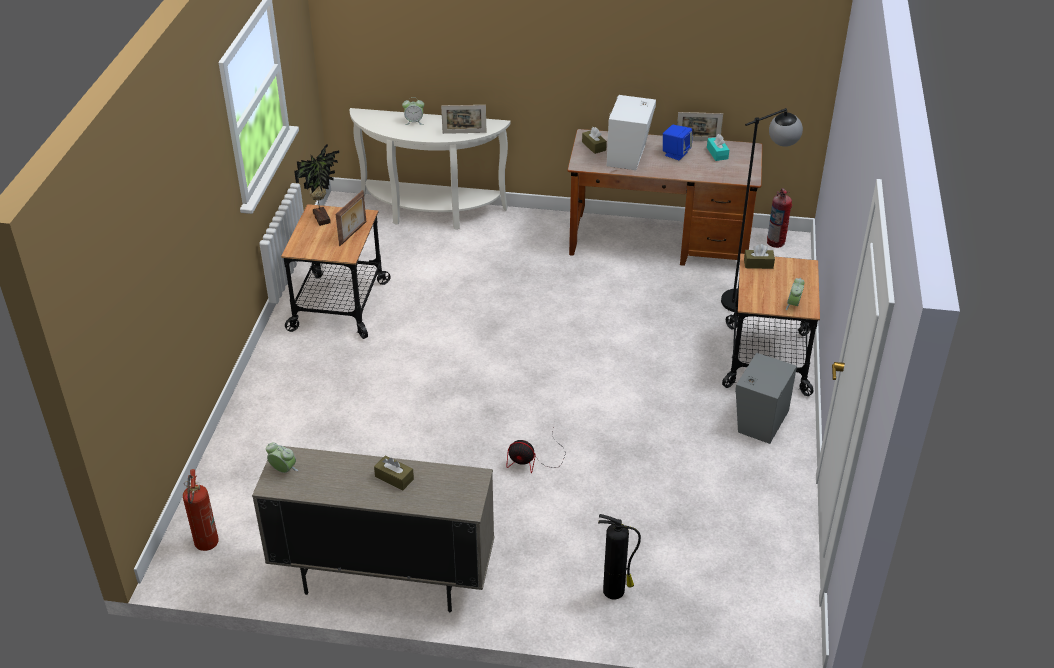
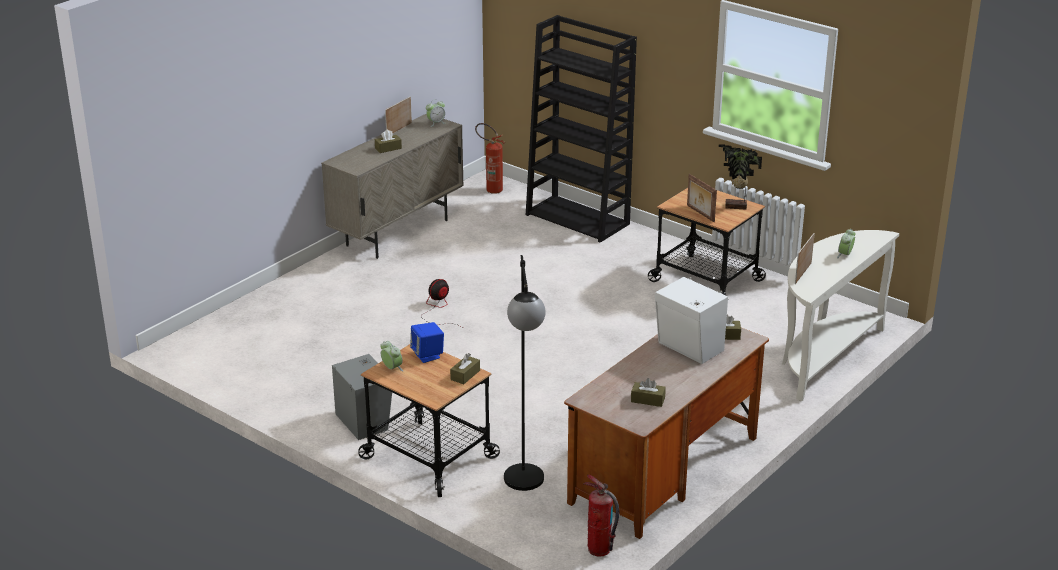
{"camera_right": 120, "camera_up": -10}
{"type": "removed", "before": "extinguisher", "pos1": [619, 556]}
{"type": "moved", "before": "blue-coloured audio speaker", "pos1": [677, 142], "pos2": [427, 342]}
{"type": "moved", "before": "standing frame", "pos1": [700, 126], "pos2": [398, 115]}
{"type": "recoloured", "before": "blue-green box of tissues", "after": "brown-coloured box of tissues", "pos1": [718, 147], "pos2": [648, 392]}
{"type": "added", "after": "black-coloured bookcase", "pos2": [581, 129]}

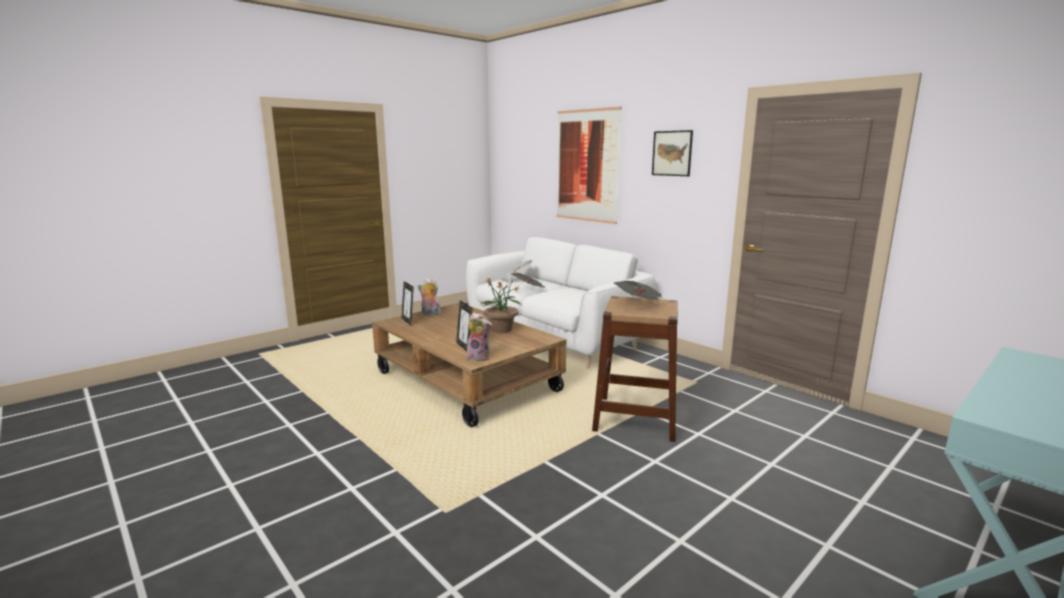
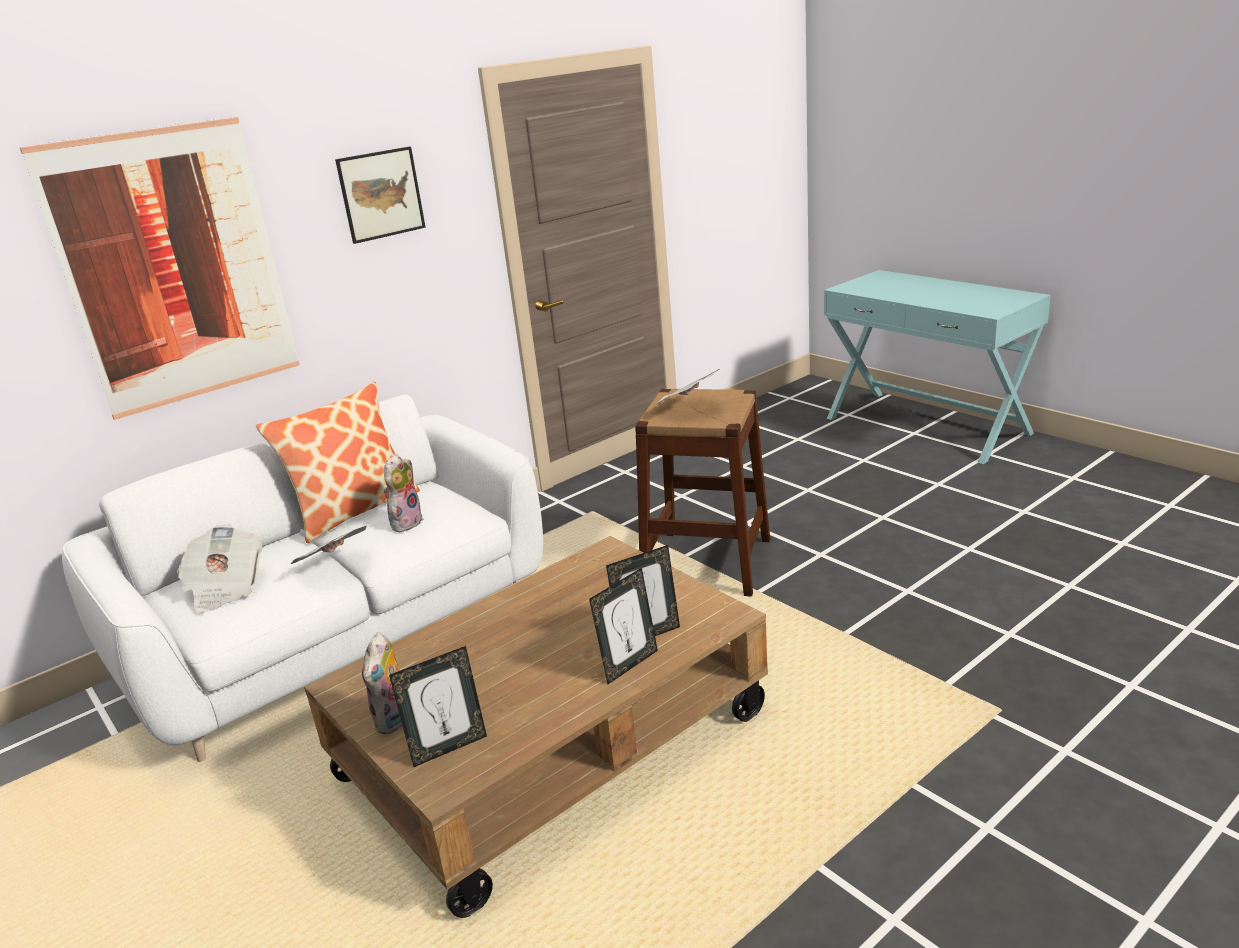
{"camera_right": -85, "camera_up": 10}
{"type": "moved", "before": "plush toy", "pos1": [480, 337], "pos2": [403, 493]}
{"type": "removed", "before": "potted plant", "pos1": [502, 305]}
{"type": "added", "after": "throw pillow", "pos2": [338, 462]}
{"type": "added", "after": "standing frame", "pos2": [623, 626]}

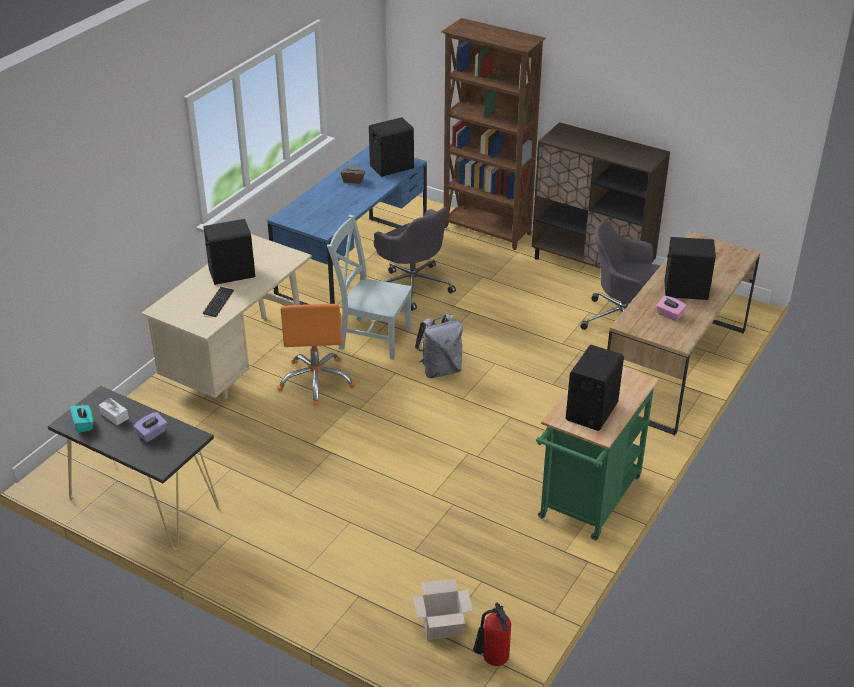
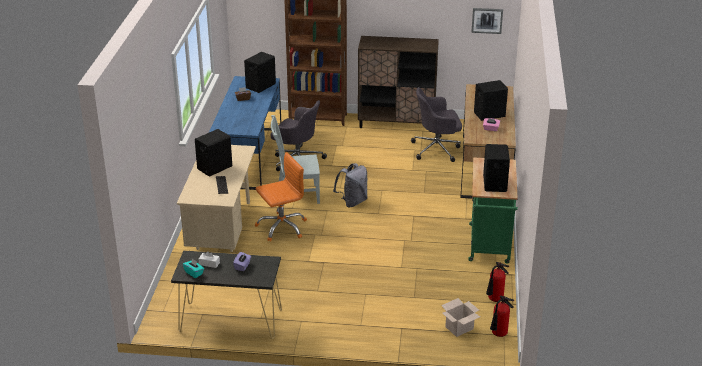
{"camera_right": -25, "camera_up": -5}
{"type": "turned", "before": "orange-coloured office chair", "pos1": [316, 355], "pos2": [281, 197], "turn": -90}
{"type": "added", "after": "picture", "pos2": [487, 21]}
{"type": "added", "after": "extinguisher", "pos2": [497, 282]}

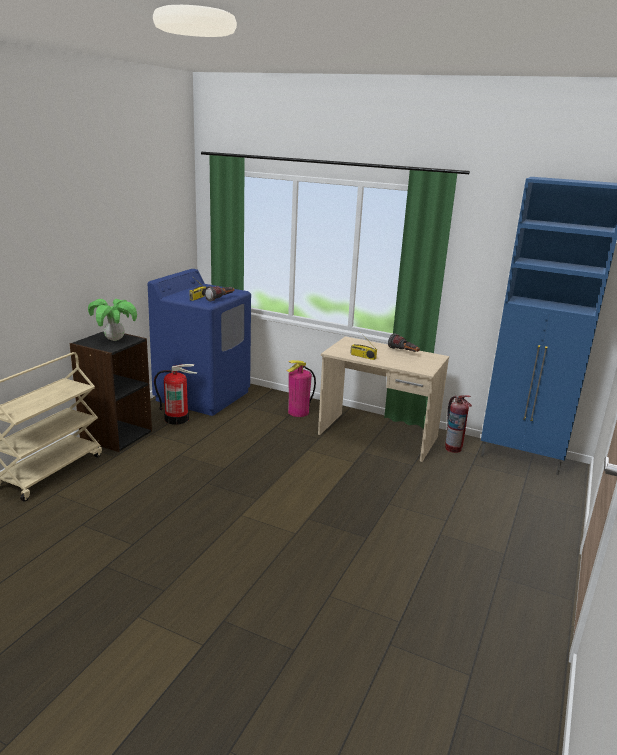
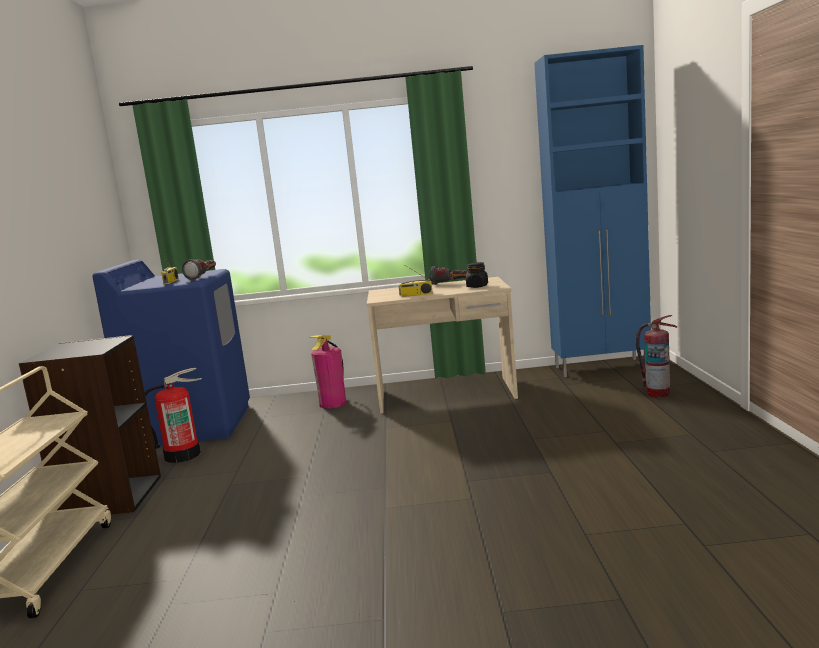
{"camera_right": -25, "camera_up": -10}
{"type": "removed", "before": "potted plant", "pos1": [112, 320]}
{"type": "moved", "before": "extinguisher", "pos1": [458, 424], "pos2": [656, 356]}
{"type": "added", "after": "black-coloured storage jar", "pos2": [477, 275]}

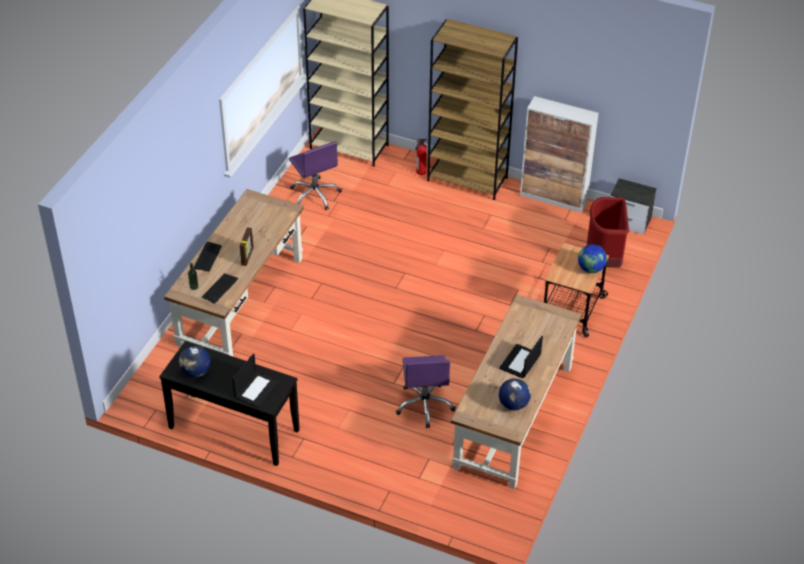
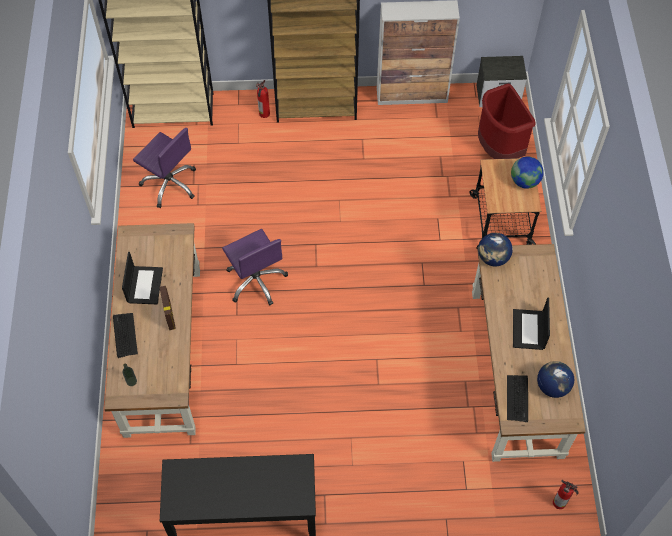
{"camera_right": -25, "camera_up": 15}
{"type": "moved", "before": "world globe", "pos1": [195, 361], "pos2": [495, 250]}
{"type": "moved", "before": "computer keyboard", "pos1": [219, 288], "pos2": [517, 398]}
{"type": "moved", "before": "portable computer", "pos1": [255, 380], "pos2": [142, 278]}
{"type": "moved", "before": "purplish office chair", "pos1": [426, 391], "pos2": [255, 267]}
{"type": "added", "after": "extinguisher", "pos2": [566, 494]}

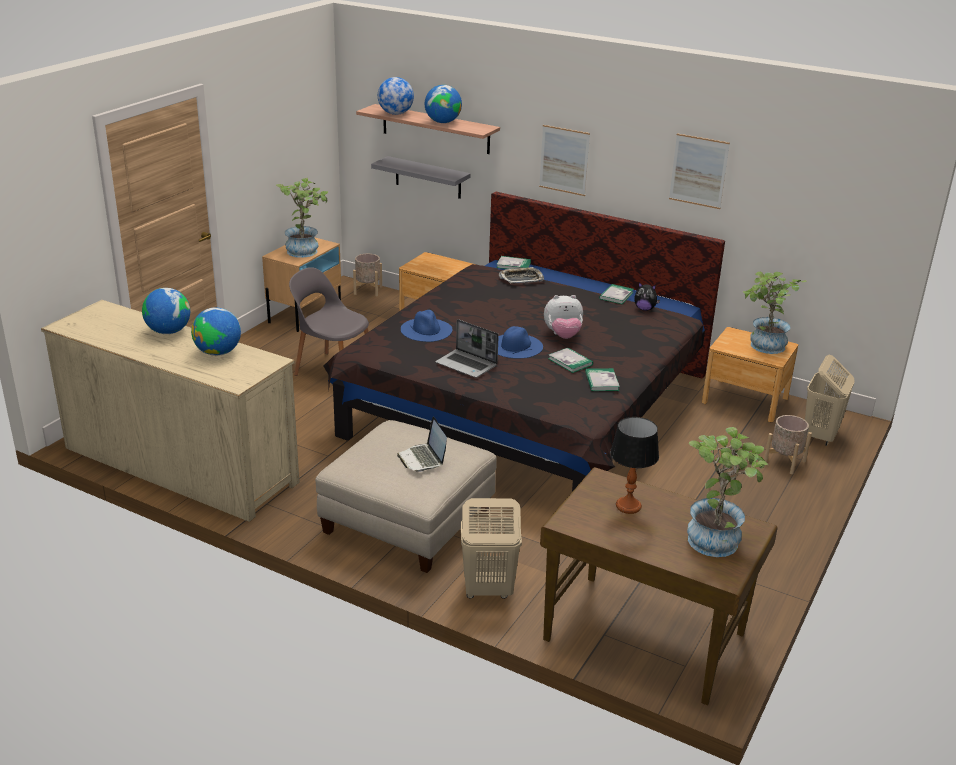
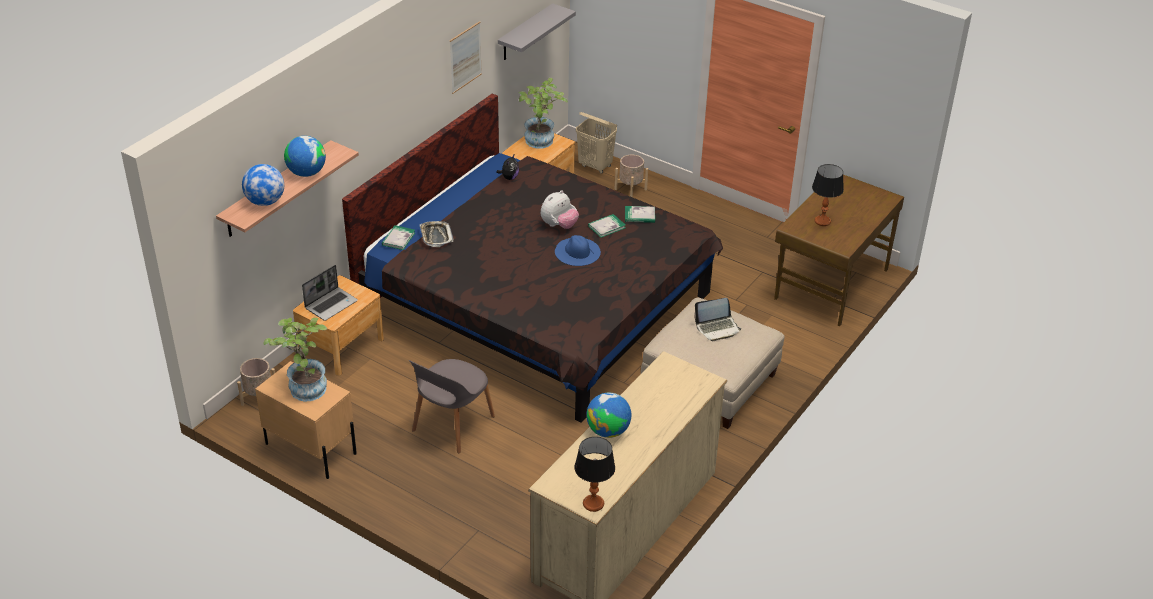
{"camera_right": -85, "camera_up": 10}
{"type": "removed", "before": "world globe", "pos1": [216, 331]}
{"type": "moved", "before": "gray wall shelf", "pos1": [421, 177], "pos2": [537, 31]}
{"type": "removed", "before": "blue-coloured clothing hat", "pos1": [427, 326]}
{"type": "moved", "before": "portable computer", "pos1": [467, 348], "pos2": [330, 293]}
{"type": "removed", "before": "beige laundry basket", "pos1": [491, 548]}
{"type": "removed", "before": "picture", "pos1": [564, 160]}
{"type": "turned", "before": "plush toy", "pos1": [563, 317], "pos2": [560, 209], "turn": 45}
{"type": "removed", "before": "volume", "pos1": [616, 294]}
{"type": "removed", "before": "potted plant", "pos1": [727, 492]}
{"type": "added", "after": "tabletop lamp", "pos2": [594, 474]}

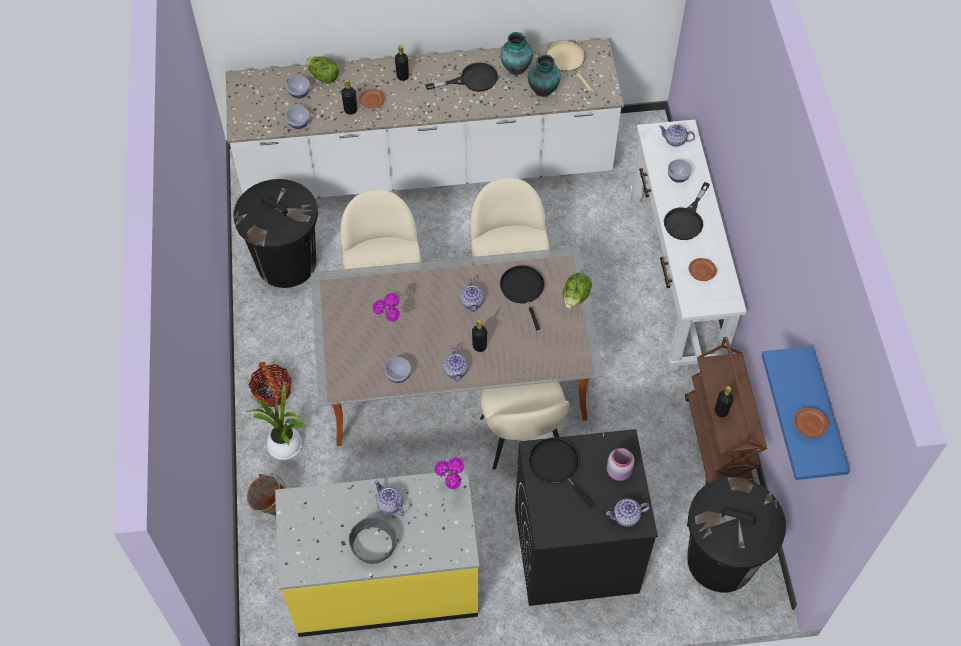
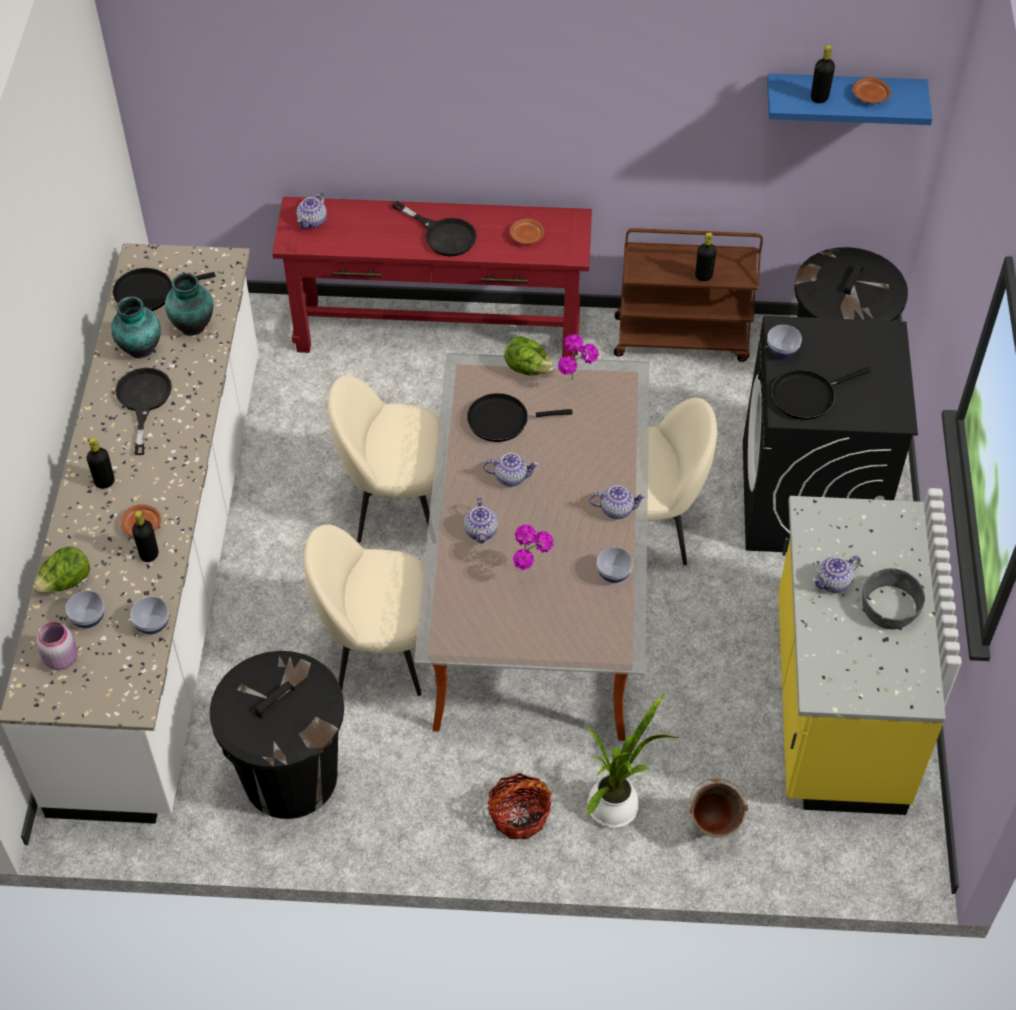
{"camera_right": -80, "camera_up": -5}
{"type": "moved", "before": "potted plant", "pos1": [449, 473], "pos2": [578, 357]}
{"type": "moved", "before": "black-coloured bottle", "pos1": [479, 336], "pos2": [823, 74]}
{"type": "recoloured", "before": "beige skillet", "after": "black-coloured skillet", "pos1": [568, 66], "pos2": [163, 289]}
{"type": "moved", "before": "teapot", "pos1": [628, 512], "pos2": [481, 520]}
{"type": "moved", "before": "pink storage jar", "pos1": [621, 464], "pos2": [57, 646]}
{"type": "recoloured", "before": "white hall table", "after": "reddish hall table", "pos1": [688, 245], "pos2": [432, 277]}
{"type": "moved", "before": "bowl", "pos1": [680, 171], "pos2": [784, 341]}

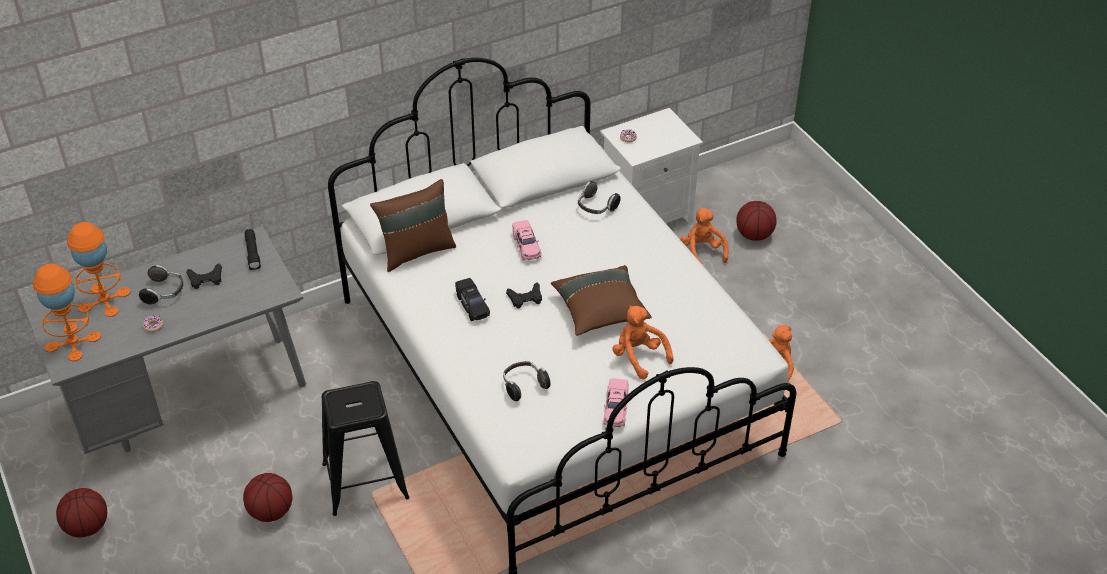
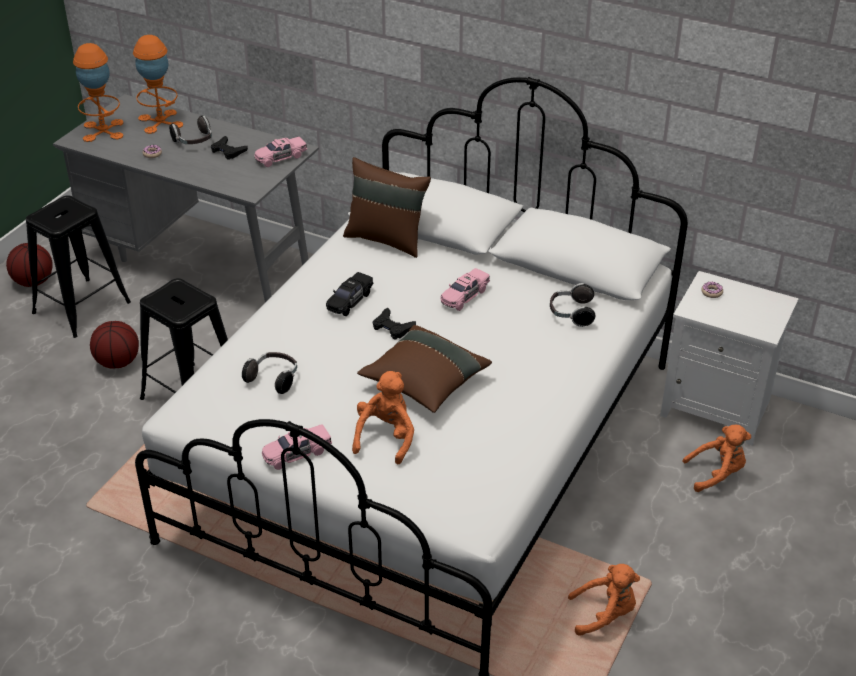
{"camera_right": 55, "camera_up": -5}
{"type": "replaced", "before": "black-coloured hand torch", "after": "pink miniature car", "pos1": [253, 249], "pos2": [281, 152]}
{"type": "turned", "before": "orange-coloured plush toy", "pos1": [704, 236], "pos2": [716, 458], "turn": 45}
{"type": "removed", "before": "basketball", "pos1": [756, 221]}
{"type": "added", "after": "black-coloured stool seat", "pos2": [78, 266]}

